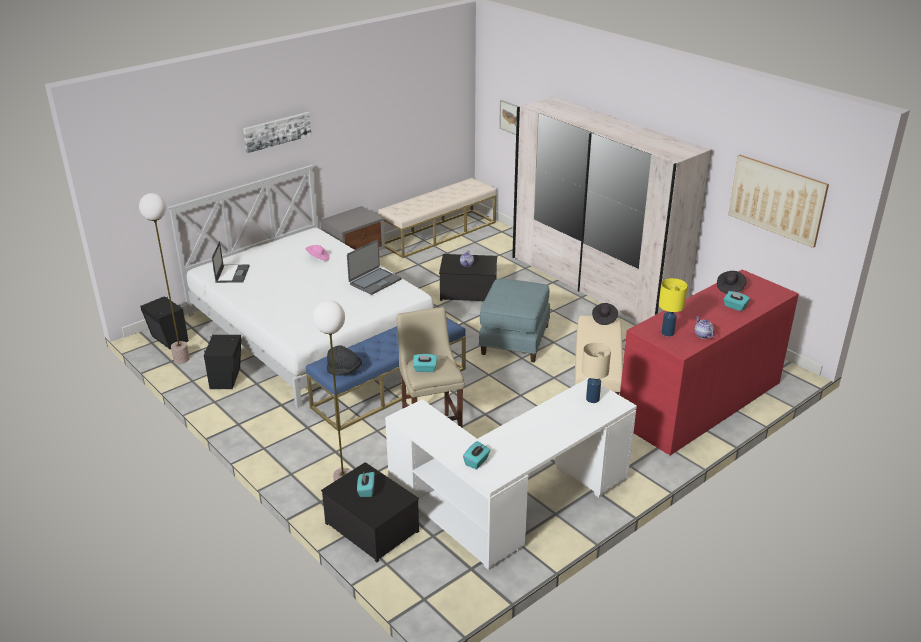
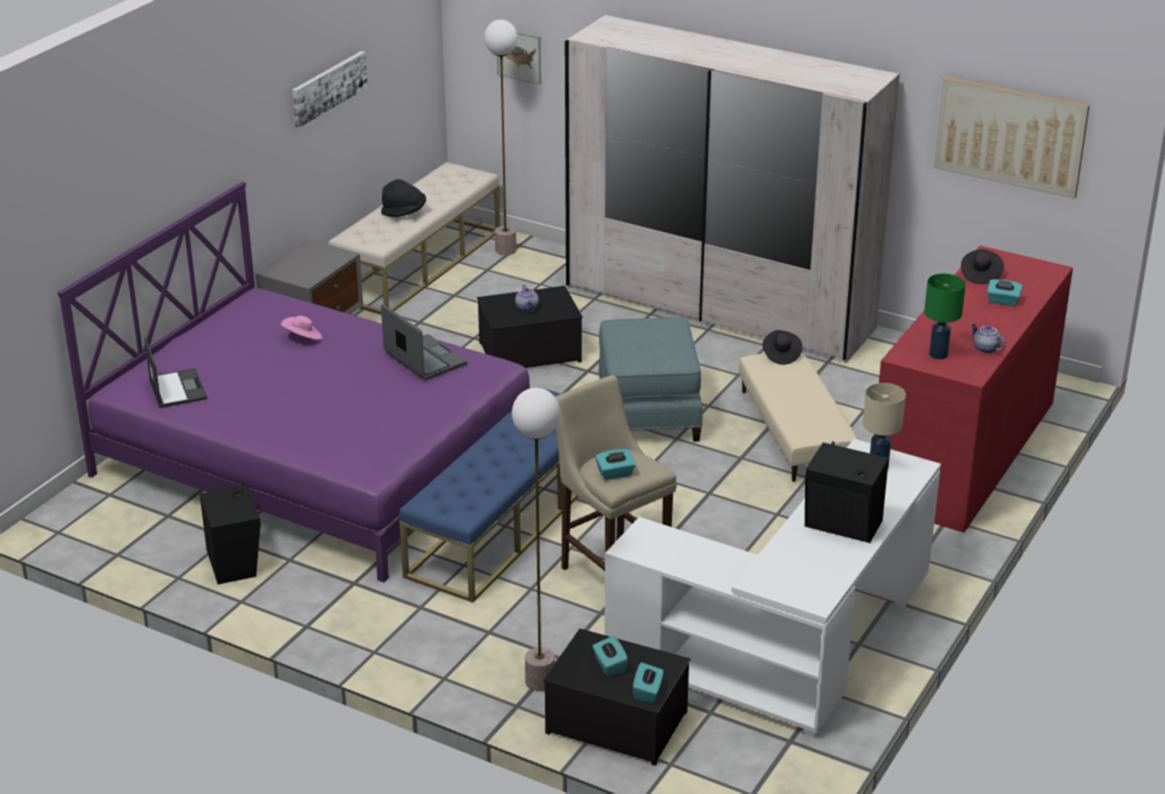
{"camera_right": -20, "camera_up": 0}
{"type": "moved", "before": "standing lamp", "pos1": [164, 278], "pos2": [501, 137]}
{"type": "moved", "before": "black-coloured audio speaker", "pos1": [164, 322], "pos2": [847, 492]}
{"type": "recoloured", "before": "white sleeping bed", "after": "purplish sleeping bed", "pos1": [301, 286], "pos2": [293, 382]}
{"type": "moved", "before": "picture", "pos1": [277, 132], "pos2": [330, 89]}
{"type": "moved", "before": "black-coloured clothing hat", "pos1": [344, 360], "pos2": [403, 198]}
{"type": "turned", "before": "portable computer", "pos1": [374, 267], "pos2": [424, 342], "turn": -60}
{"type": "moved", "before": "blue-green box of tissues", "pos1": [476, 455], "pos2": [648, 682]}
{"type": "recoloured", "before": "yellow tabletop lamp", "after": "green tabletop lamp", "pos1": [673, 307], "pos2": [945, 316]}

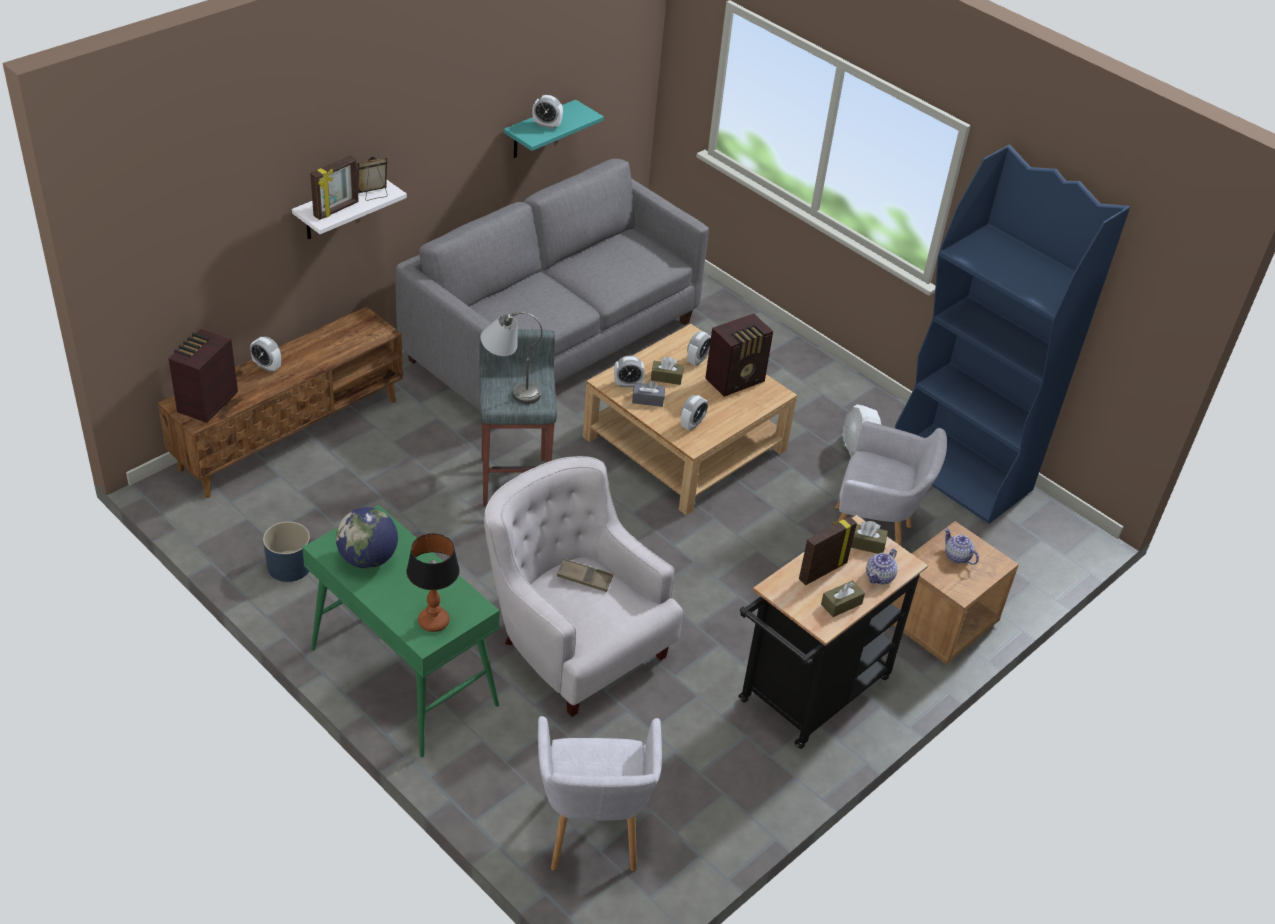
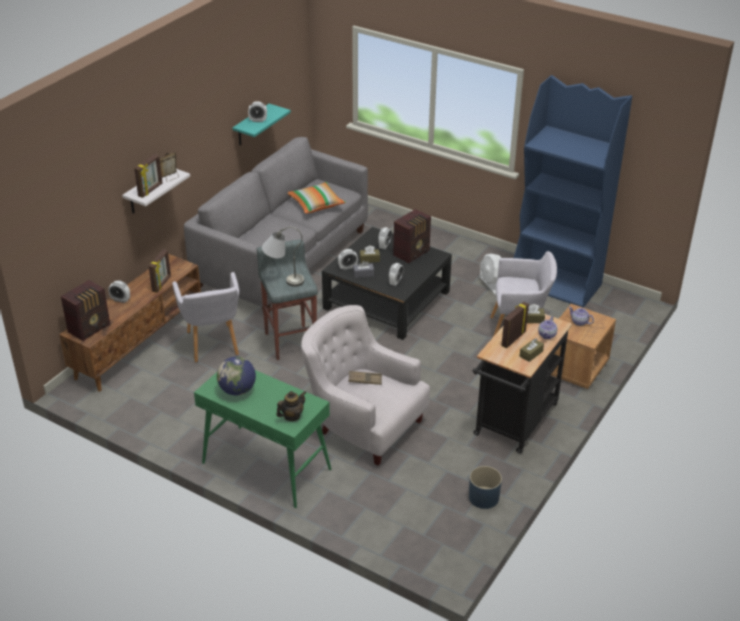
{"camera_right": -10, "camera_up": -5}
{"type": "turned", "before": "radio set", "pos1": [203, 375], "pos2": [85, 310], "turn": -150}
{"type": "moved", "before": "blue-coloured flower pot", "pos1": [286, 552], "pos2": [485, 487]}
{"type": "replaced", "before": "tabletop lamp", "after": "teapot", "pos1": [433, 582], "pos2": [291, 406]}
{"type": "moved", "before": "gray easy chair", "pos1": [600, 793], "pos2": [205, 317]}
{"type": "recoloured", "before": "beige low table", "after": "black-coloured low table", "pos1": [690, 419], "pos2": [387, 283]}
{"type": "added", "after": "standing frame", "pos2": [160, 271]}
{"type": "added", "after": "throw pillow", "pos2": [317, 198]}

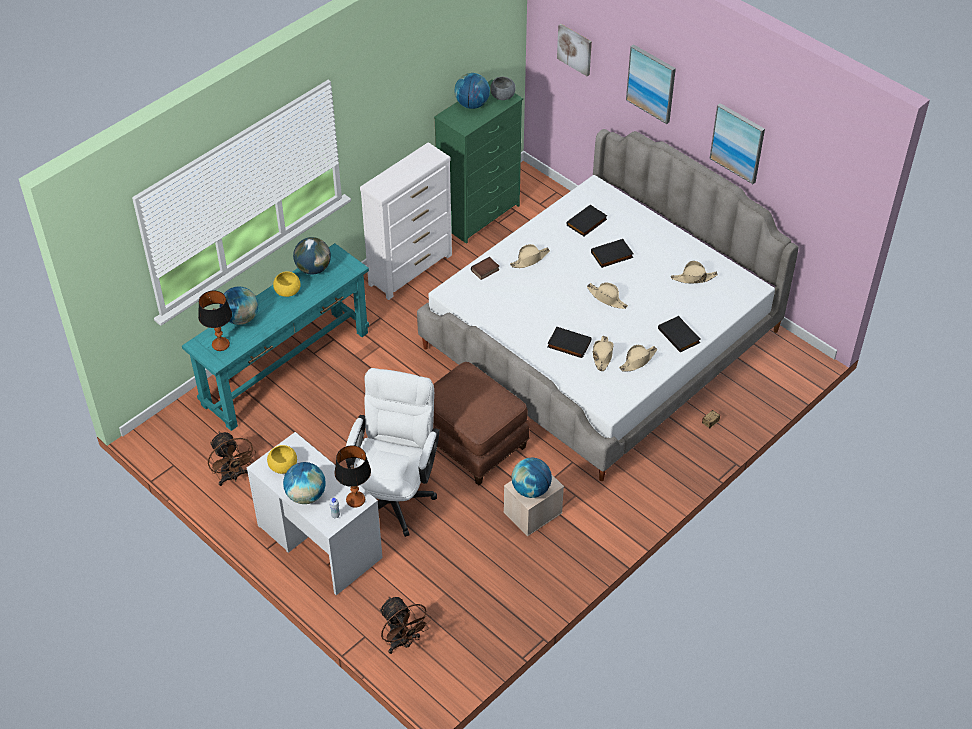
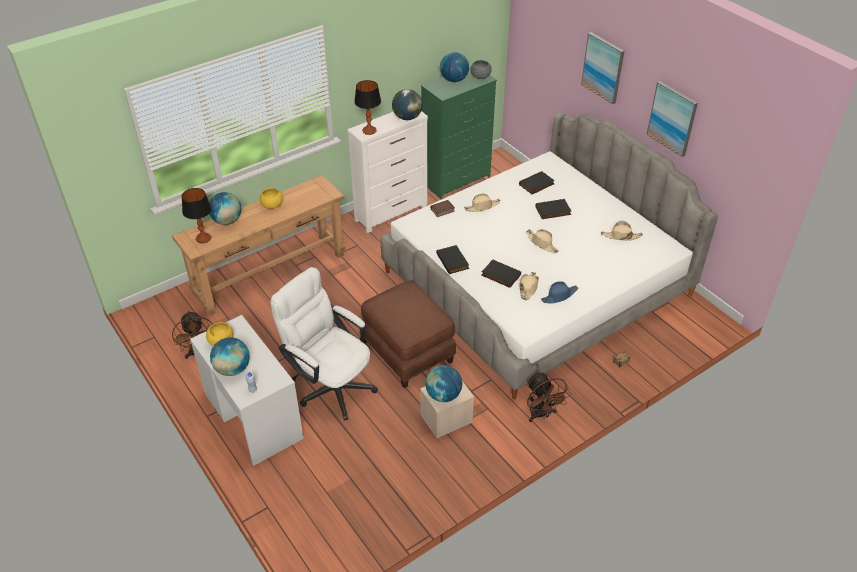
{"camera_right": 10, "camera_up": -5}
{"type": "recoloured", "before": "blue-green hall table", "after": "brown-coloured hall table", "pos1": [275, 337], "pos2": [258, 245]}
{"type": "moved", "before": "world globe", "pos1": [312, 256], "pos2": [407, 104]}
{"type": "moved", "before": "tabletop lamp", "pos1": [353, 476], "pos2": [367, 107]}
{"type": "turned", "before": "white office chair", "pos1": [393, 452], "pos2": [323, 343], "turn": -75}
{"type": "moved", "before": "brown-coloured fan", "pos1": [405, 625], "pos2": [548, 396]}
{"type": "removed", "before": "picture", "pos1": [574, 50]}
{"type": "recoloured", "before": "beige clothing hat", "after": "blue-coloured clothing hat", "pos1": [638, 358], "pos2": [560, 292]}
{"type": "moved", "before": "black-coloured volume", "pos1": [679, 334], "pos2": [452, 259]}

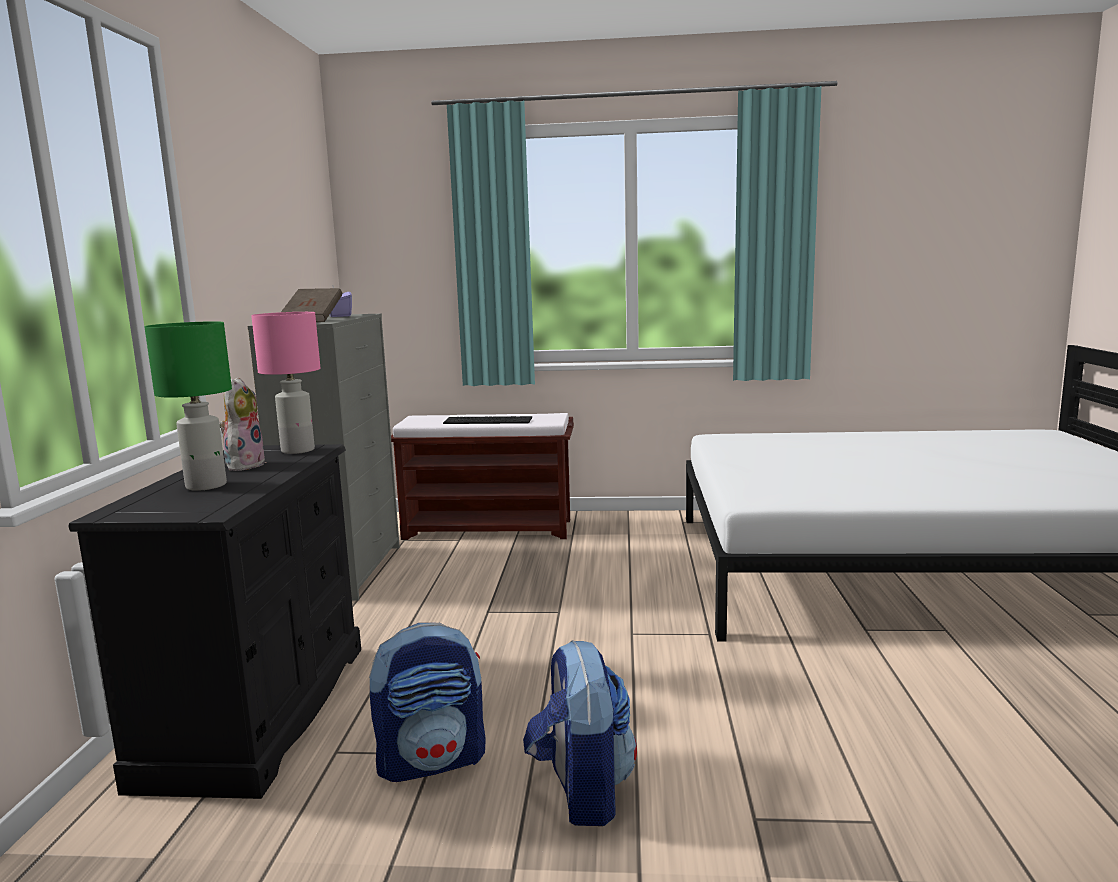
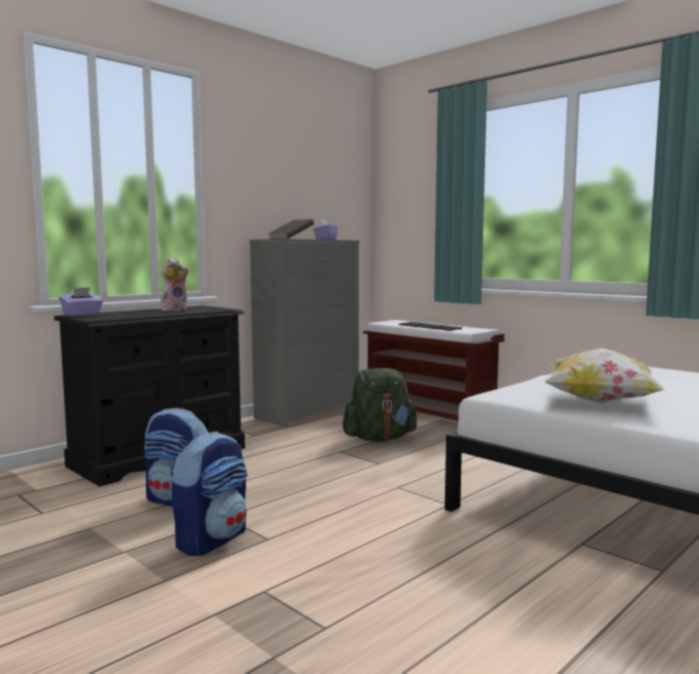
{"camera_right": 40, "camera_up": -5}
{"type": "removed", "before": "green tabletop lamp", "pos1": [188, 406]}
{"type": "removed", "before": "pink tabletop lamp", "pos1": [286, 383]}
{"type": "added", "after": "purplish box of tissues", "pos2": [81, 301]}
{"type": "added", "after": "green backpack", "pos2": [380, 405]}
{"type": "added", "after": "throw pillow", "pos2": [605, 375]}

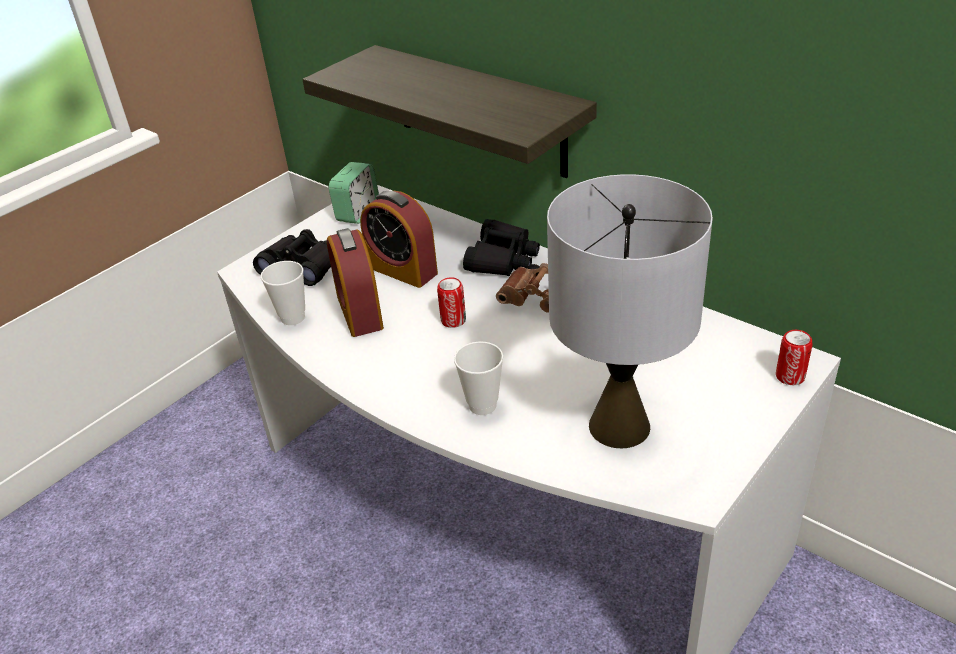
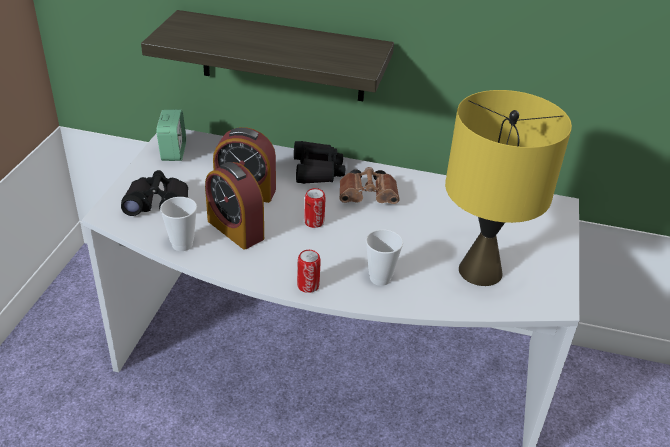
{"camera_right": -30, "camera_up": 0}
{"type": "recoloured", "before": "gray tabletop lamp", "after": "yellow tabletop lamp", "pos1": [630, 311], "pos2": [508, 188]}
{"type": "moved", "before": "can", "pos1": [794, 357], "pos2": [309, 271]}

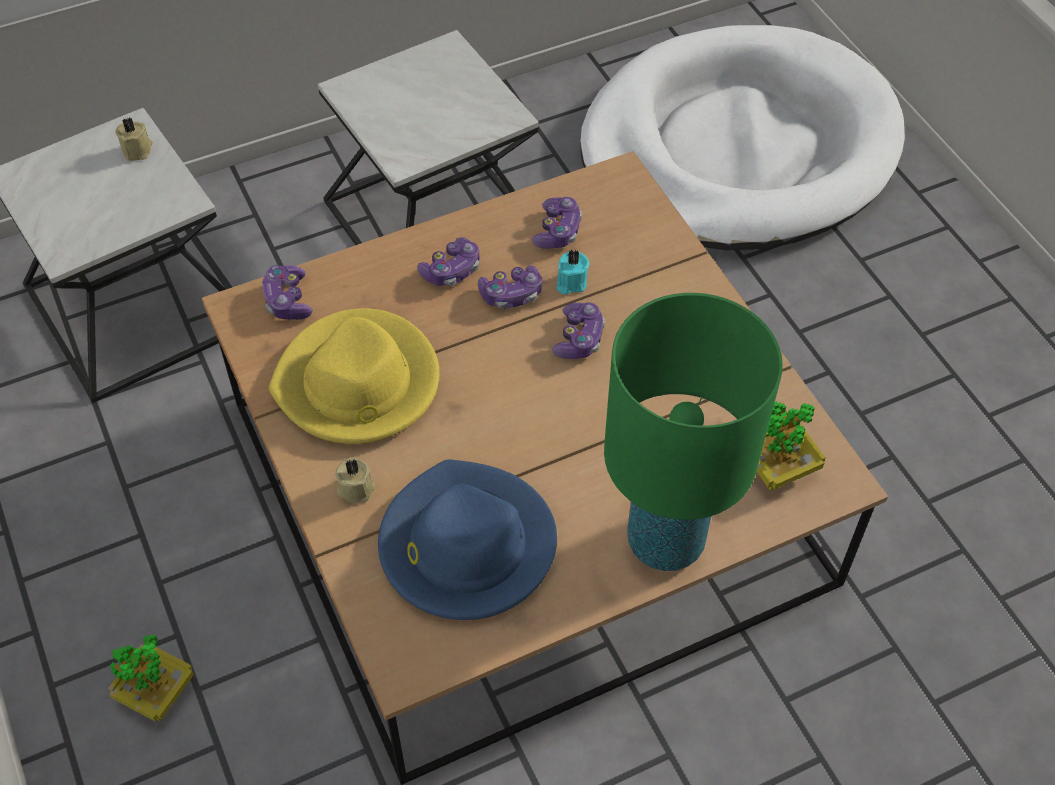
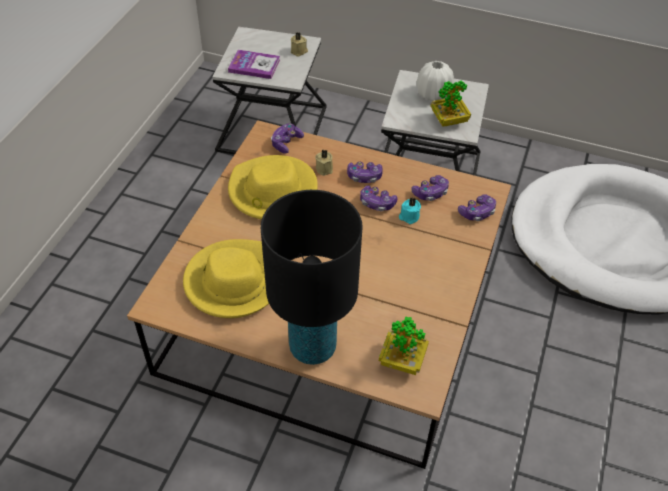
{"camera_right": 45, "camera_up": -5}
{"type": "moved", "before": "potted plant", "pos1": [151, 677], "pos2": [451, 104]}
{"type": "moved", "before": "beige candle", "pos1": [355, 480], "pos2": [324, 163]}
{"type": "recoloured", "before": "blue-coloured clothing hat", "after": "yellow clothing hat", "pos1": [467, 540], "pos2": [226, 278]}
{"type": "moved", "before": "gamepad", "pos1": [578, 330], "pos2": [477, 208]}
{"type": "recoloured", "before": "green tabletop lamp", "after": "black-coloured tabletop lamp", "pos1": [693, 432], "pos2": [312, 277]}
{"type": "added", "after": "volume", "pos2": [254, 64]}
{"type": "added", "after": "white vase", "pos2": [435, 81]}

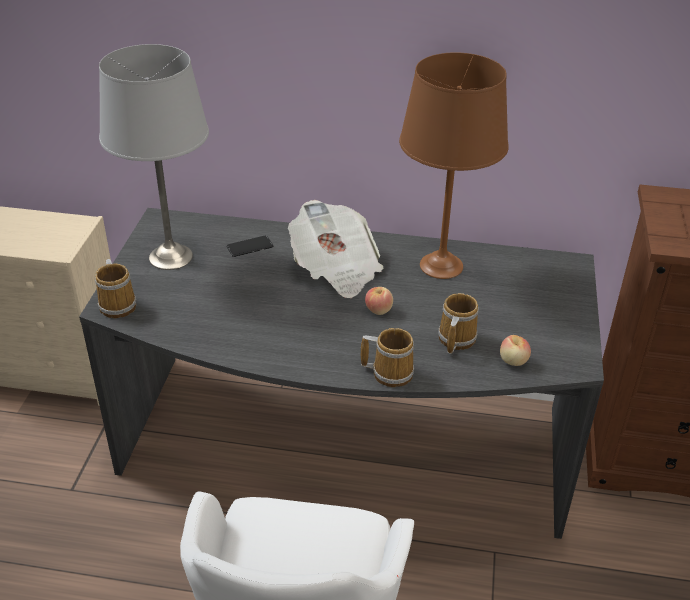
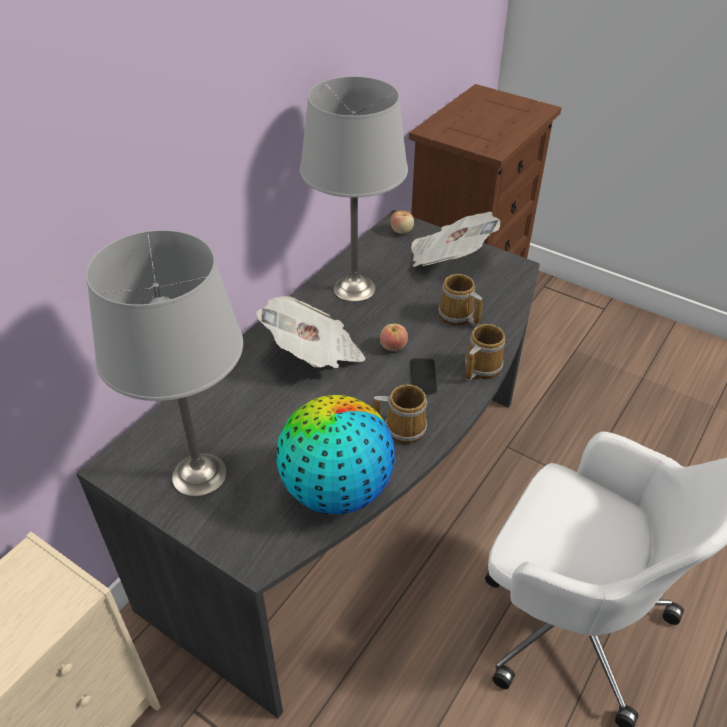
{"camera_right": -65, "camera_up": 5}
{"type": "moved", "before": "mug", "pos1": [115, 288], "pos2": [399, 414]}
{"type": "moved", "before": "handset", "pos1": [250, 246], "pos2": [423, 376]}
{"type": "recoloured", "before": "brown-coloured tabletop lamp", "after": "gray tabletop lamp", "pos1": [454, 165], "pos2": [354, 189]}
{"type": "moved", "before": "apple", "pos1": [515, 350], "pos2": [402, 222]}
{"type": "added", "after": "world globe", "pos2": [335, 454]}
{"type": "added", "after": "printed paper", "pos2": [456, 239]}

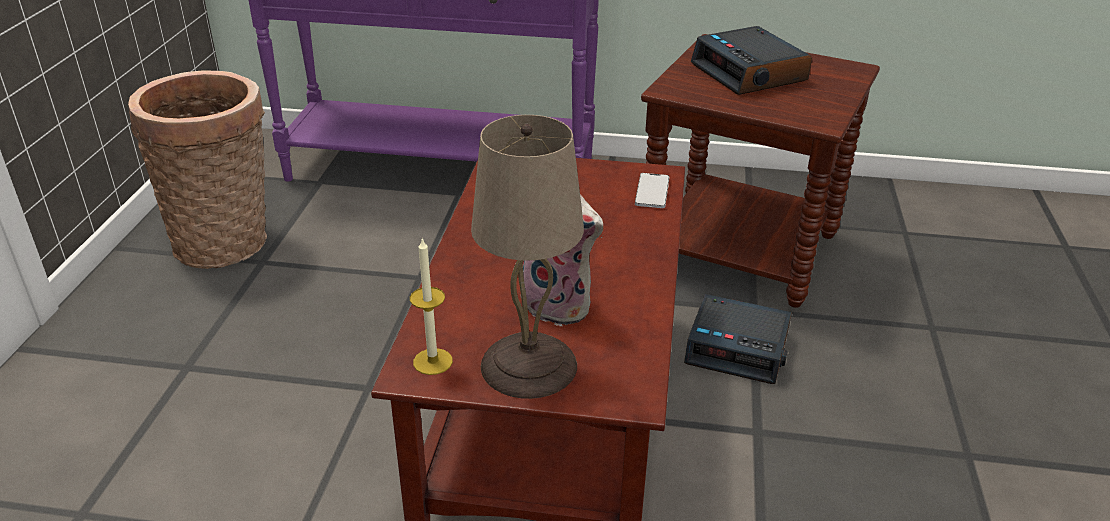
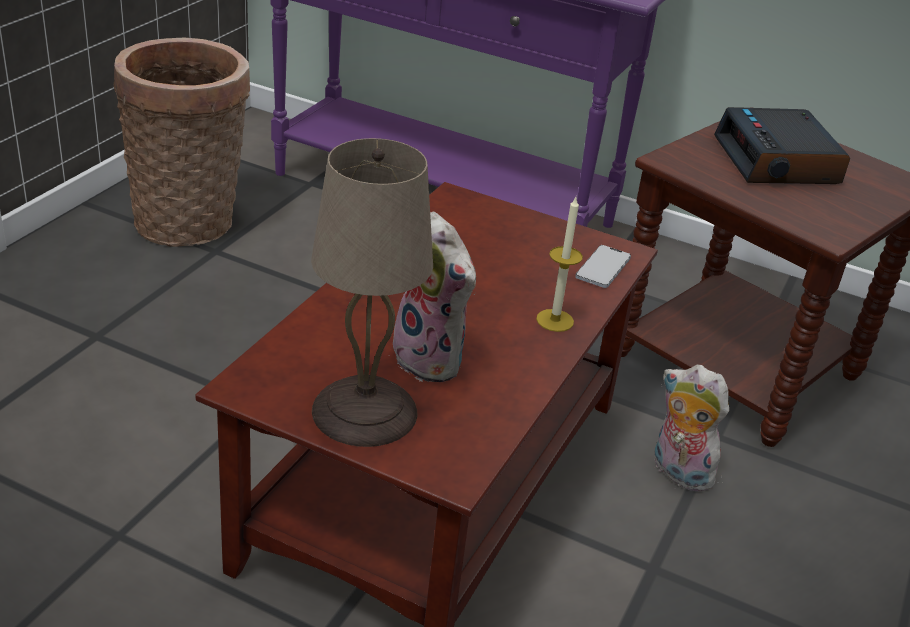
{"camera_right": 15, "camera_up": 0}
{"type": "moved", "before": "candle", "pos1": [431, 306], "pos2": [559, 264]}
{"type": "replaced", "before": "alarm clock", "after": "plush toy", "pos1": [738, 339], "pos2": [691, 428]}

